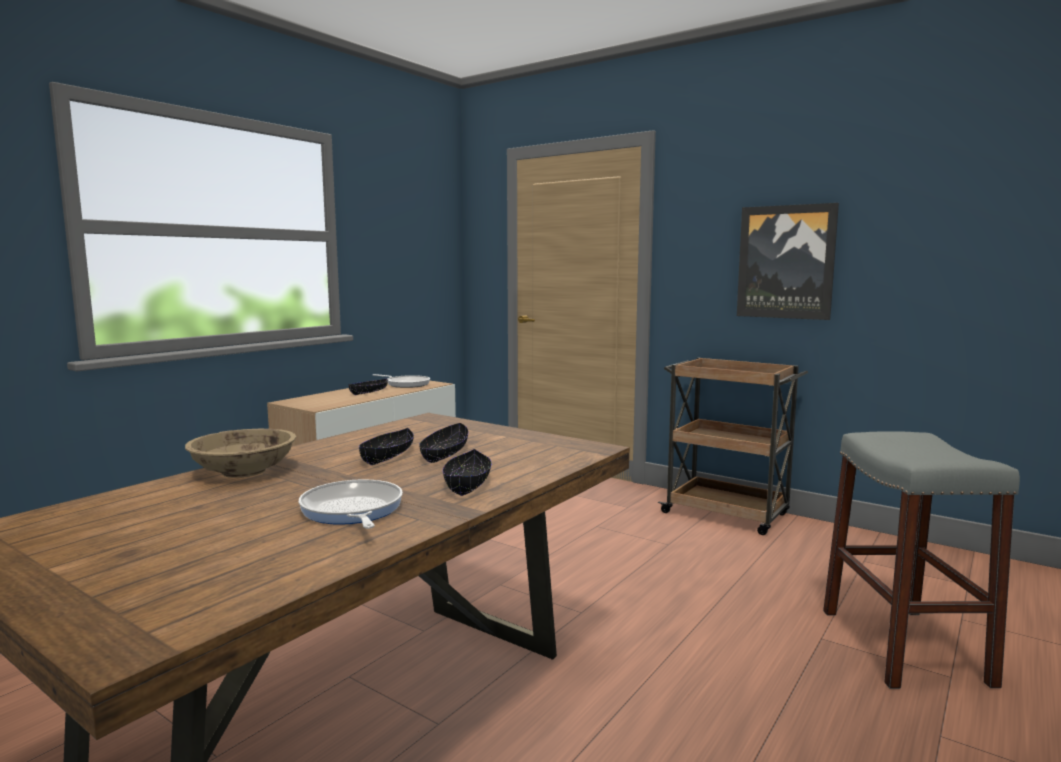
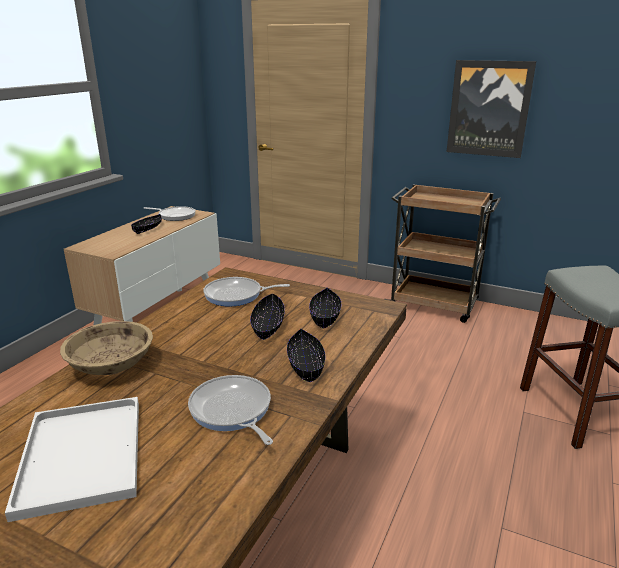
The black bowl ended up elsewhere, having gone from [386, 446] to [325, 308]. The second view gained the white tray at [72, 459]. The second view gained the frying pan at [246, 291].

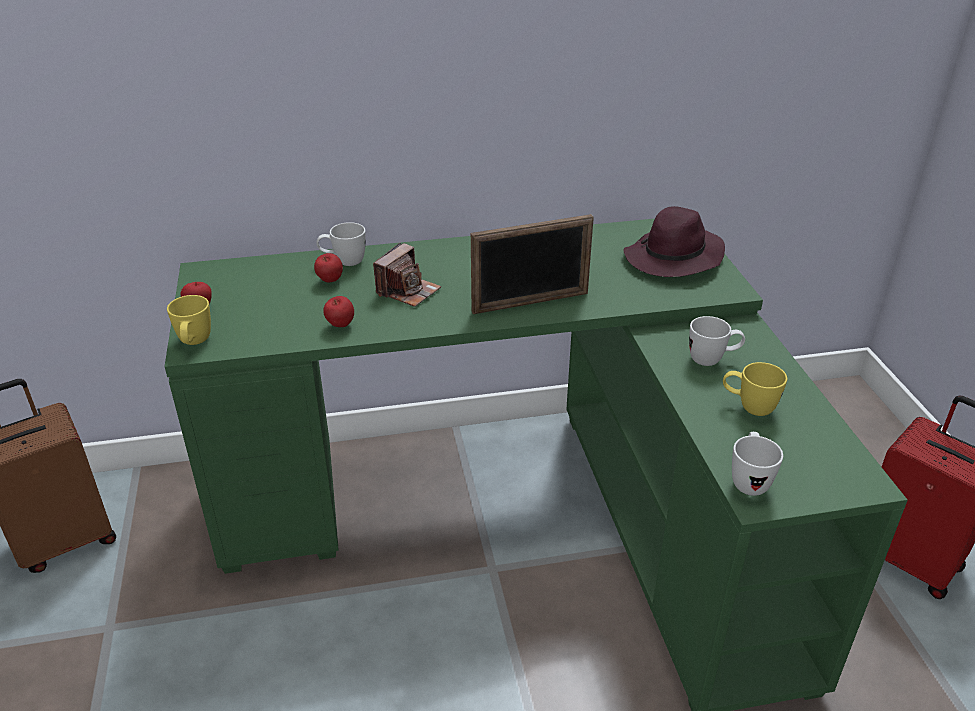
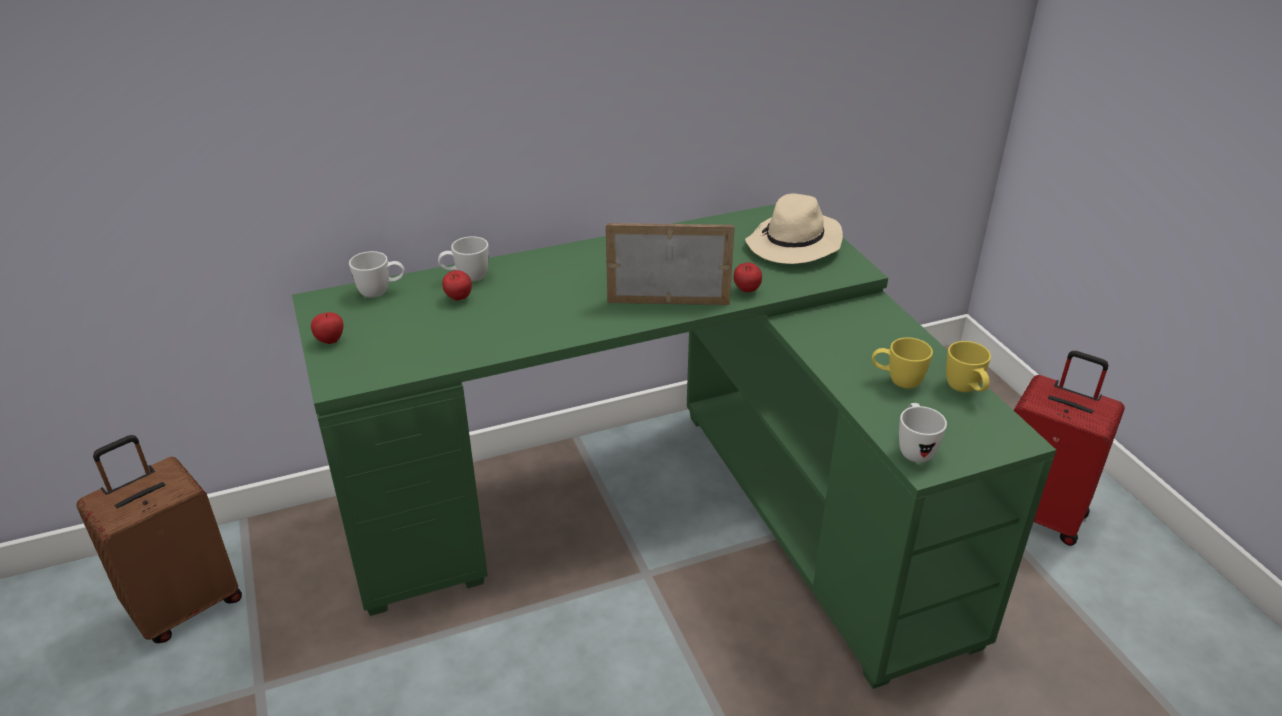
The yellow mug ended up elsewhere, having gone from [189, 320] to [968, 366]. The apple ended up elsewhere, having gone from [338, 311] to [748, 277]. The second view lost the photo camera at [407, 275]. The picture frame at [532, 264] ended up facing another way, 150 degrees counterclockwise from before. What was the purple hat at [674, 241] turned into the beige hat at [794, 228]. The white mug ended up elsewhere, having gone from [717, 341] to [377, 274].

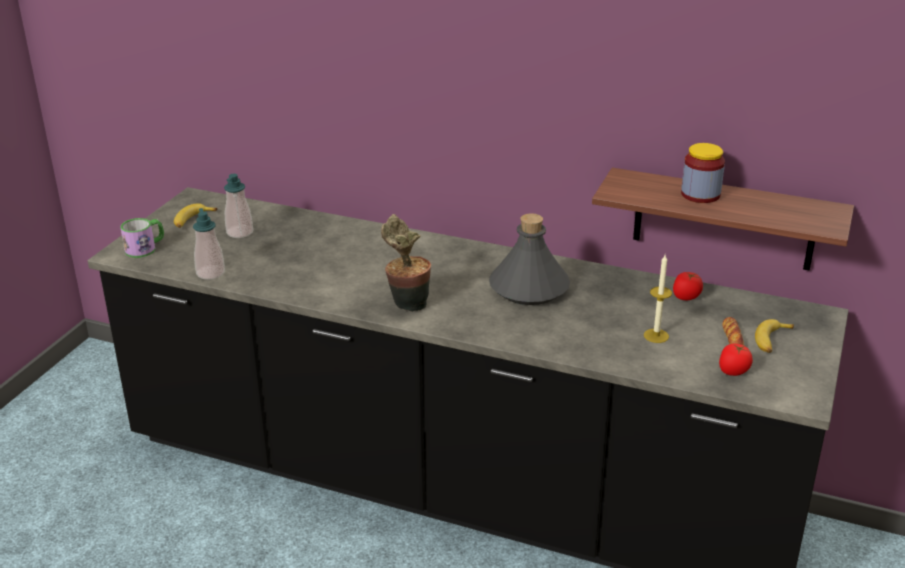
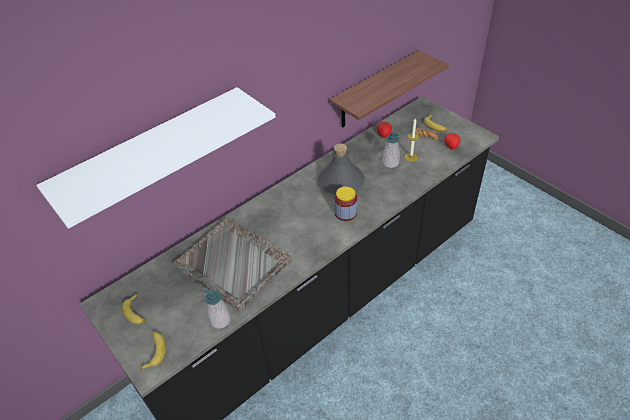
Where the mug stood at [142, 238], the banana came to stand at [153, 350]. The soap dispenser ended up elsewhere, having gone from [238, 206] to [391, 149]. The second view lost the potted plant at [406, 263]. The jar ended up elsewhere, having gone from [703, 173] to [345, 203]. The second view gained the white shelf at [156, 158]. The second view gained the grey tray at [232, 264].

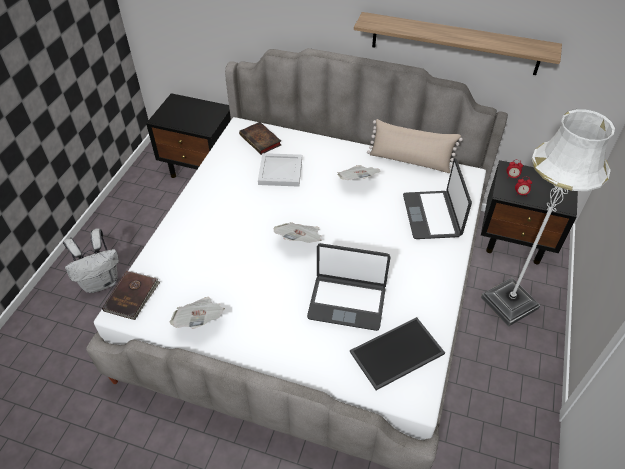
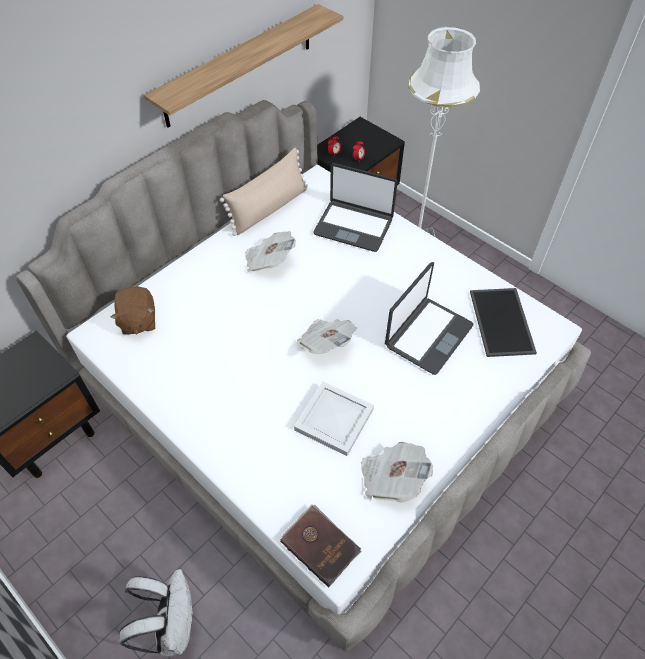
Where the book stood at [260, 138], the brown plush toy came to stand at [132, 310]. The white tray ended up elsewhere, having gone from [280, 170] to [334, 418].

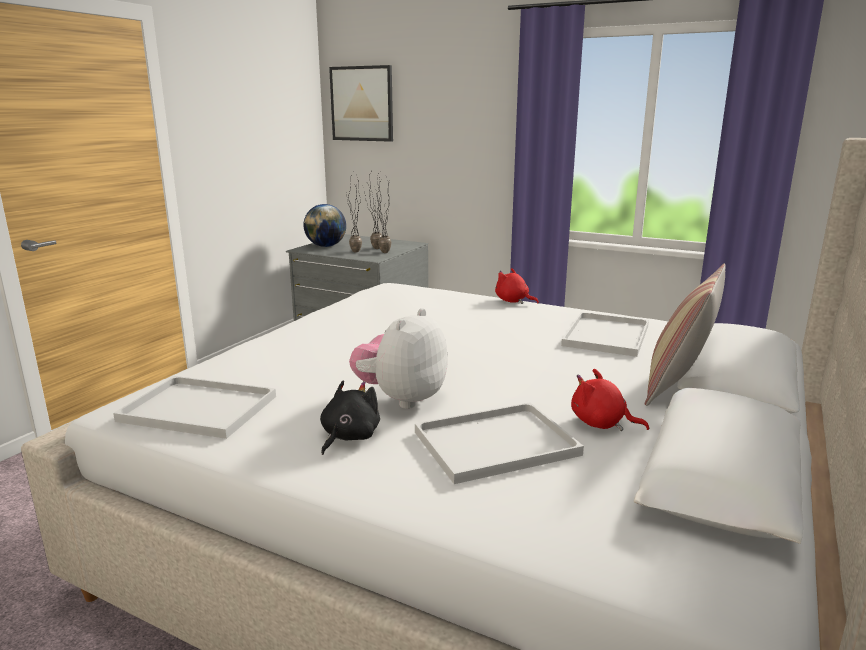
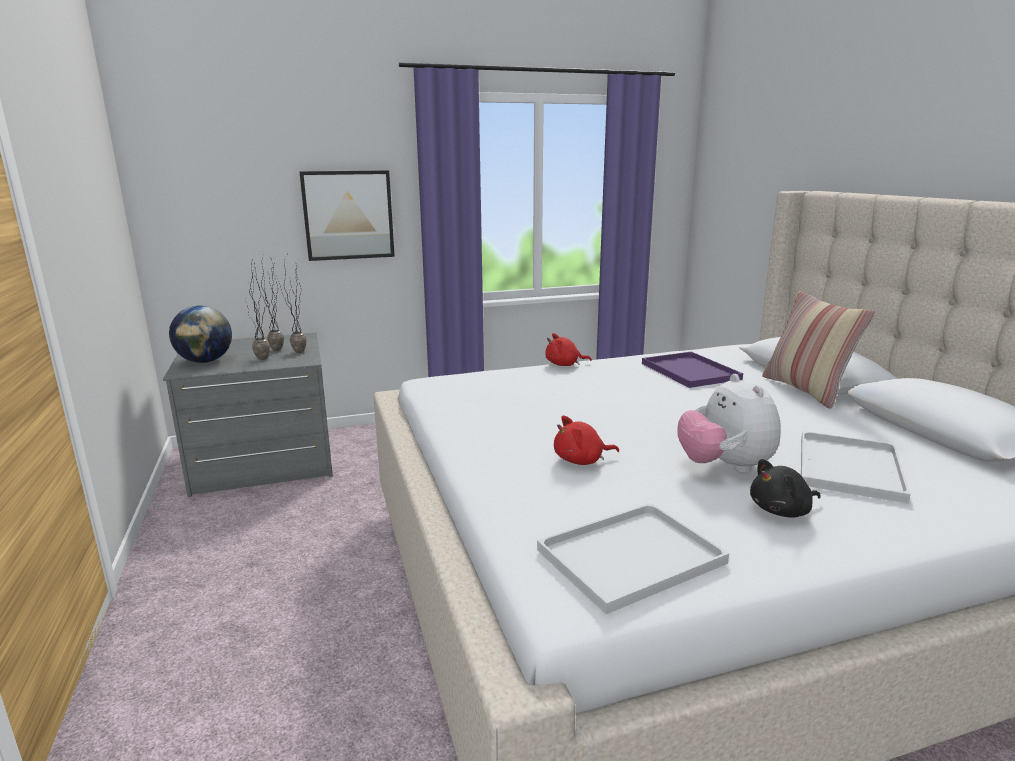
The black plush toy at [350, 418] ended up facing another way, 90 degrees counterclockwise from before. The picture ended up elsewhere, having gone from [361, 103] to [347, 215]. What was the white tray at [605, 334] turned into the purple tray at [692, 370]. The red plush toy ended up elsewhere, having gone from [610, 400] to [586, 440].

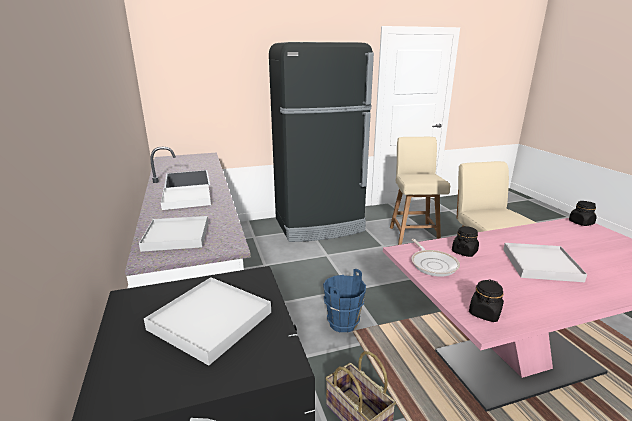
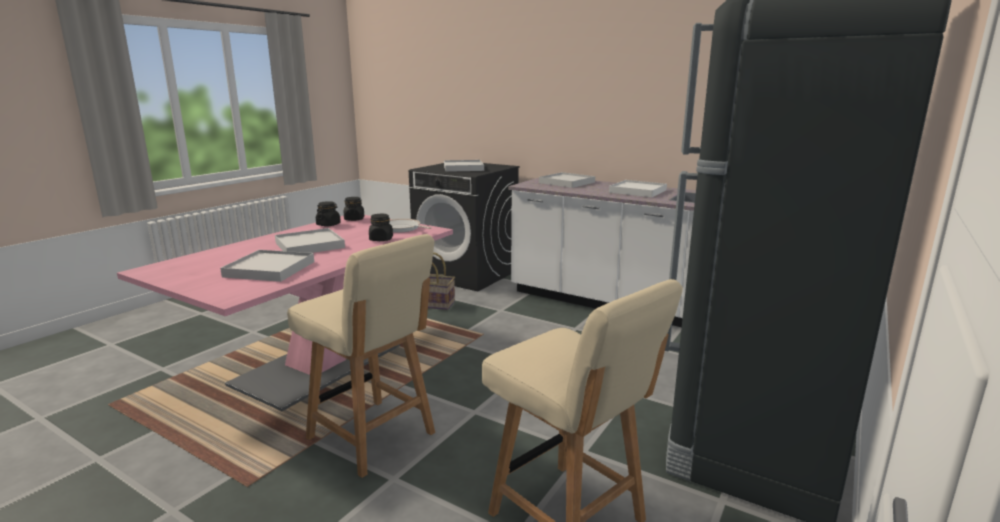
The second view lost the blue bucket at [344, 301]. The black jar ended up elsewhere, having gone from [583, 213] to [328, 213]. The second view gained the white tray at [267, 266].

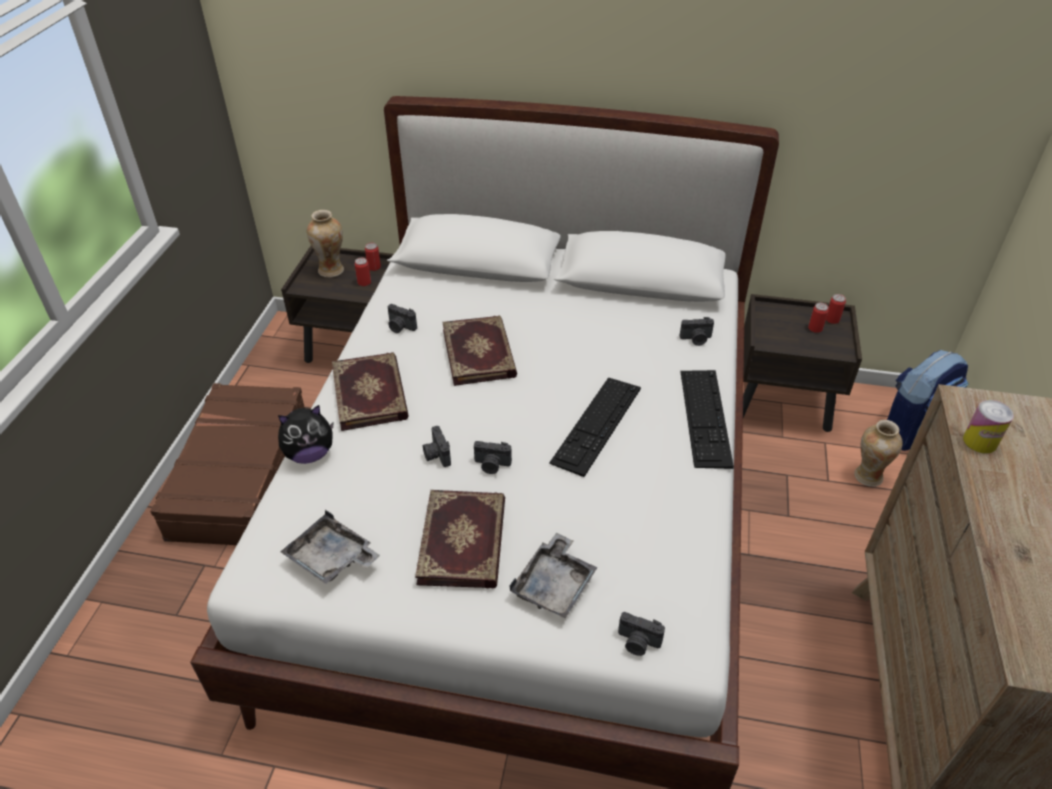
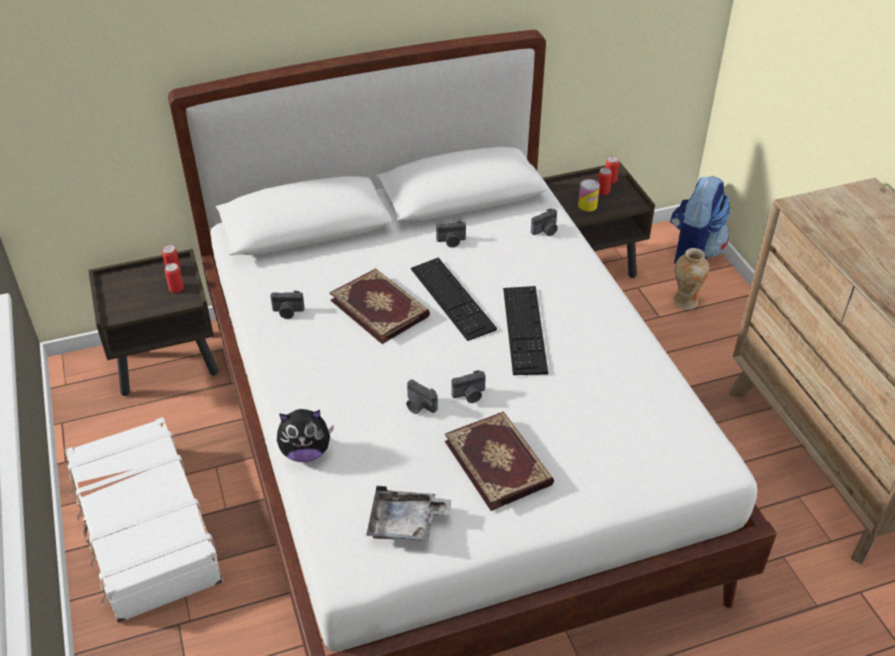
What was the brown suitcase at [227, 464] turned into the white suitcase at [144, 520]. The plush toy at [306, 434] ended up facing another way, 45 degrees clockwise from before. The second view lost the vase at [325, 243]. The second view lost the book at [370, 391]. The second view lost the grey tray at [553, 575]. The photo camera ended up elsewhere, having gone from [641, 634] to [451, 234]. The keyboard ended up elsewhere, having gone from [707, 419] to [454, 299]. The can ended up elsewhere, having gone from [988, 426] to [589, 195].

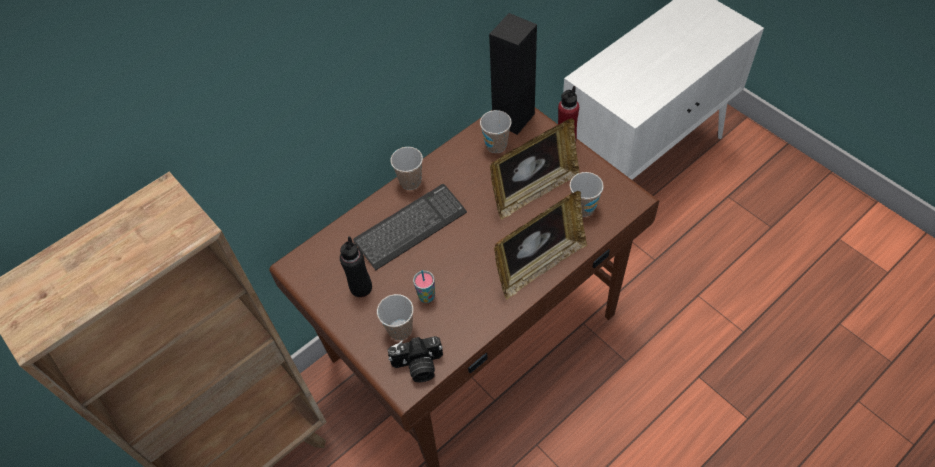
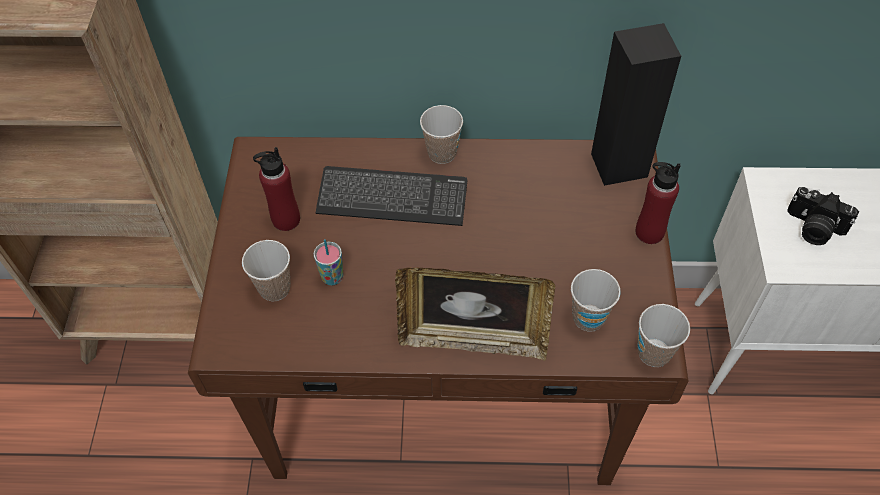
What was the black bottle at [356, 266] turned into the red bottle at [276, 189]. The photo camera ended up elsewhere, having gone from [415, 359] to [823, 216]. The cup ended up elsewhere, having gone from [495, 131] to [663, 335]. The second view lost the picture frame at [535, 169].

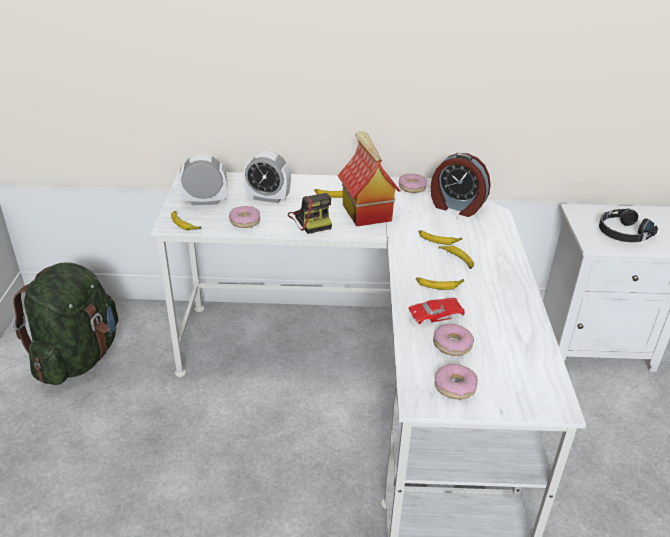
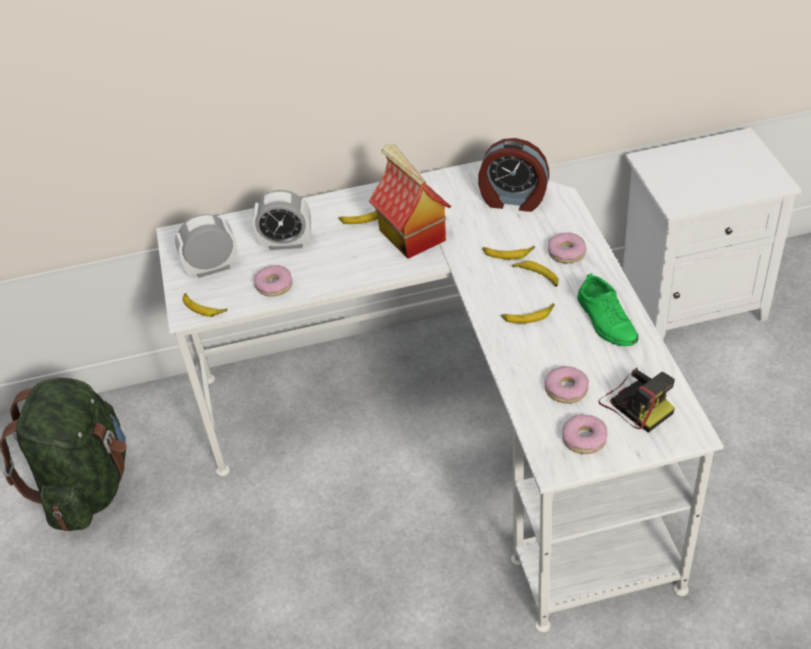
The photo camera ended up elsewhere, having gone from [310, 213] to [637, 400]. The donut ended up elsewhere, having gone from [413, 183] to [567, 248]. The second view lost the red toy car at [436, 311]. The second view lost the black headphones at [628, 225]. The second view gained the green shoe at [607, 309].

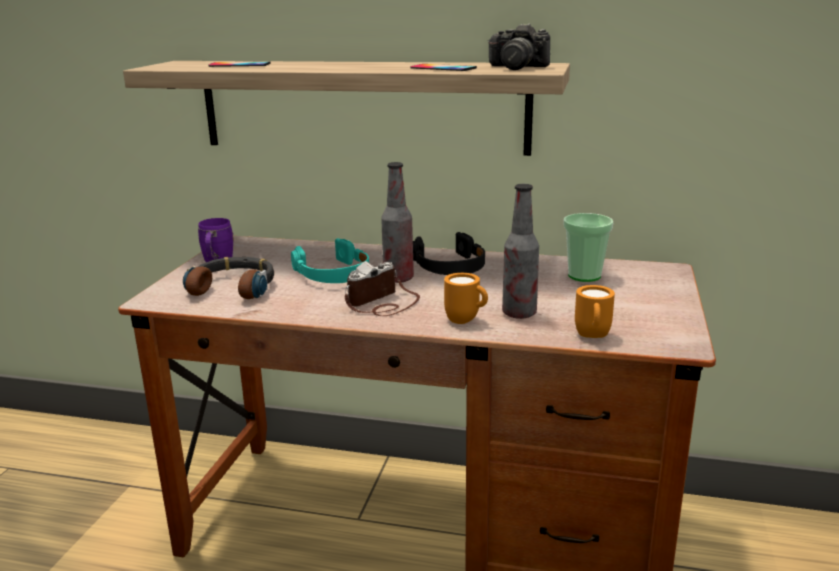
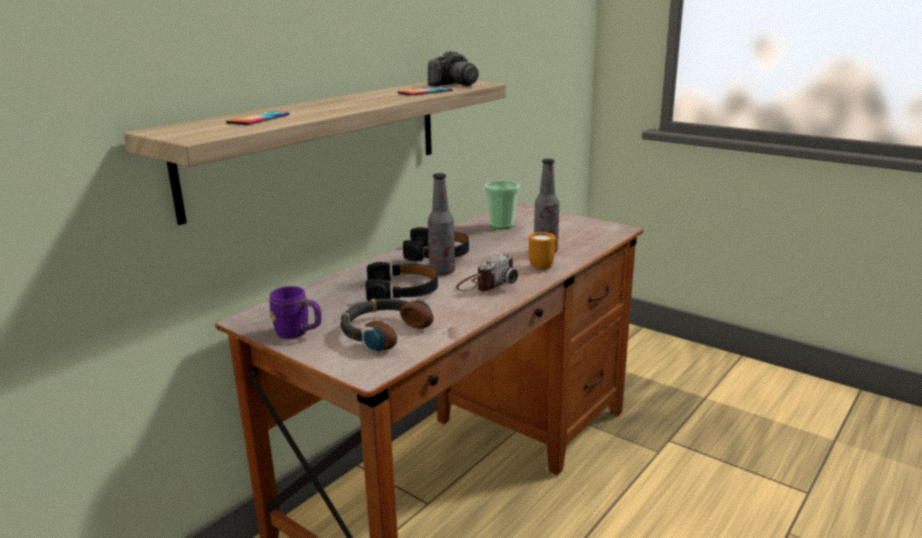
What was the turquoise headphones at [330, 260] turned into the black headphones at [401, 281]. The photo camera at [382, 288] ended up facing another way, 120 degrees counterclockwise from before. The second view lost the orange mug at [595, 311].

